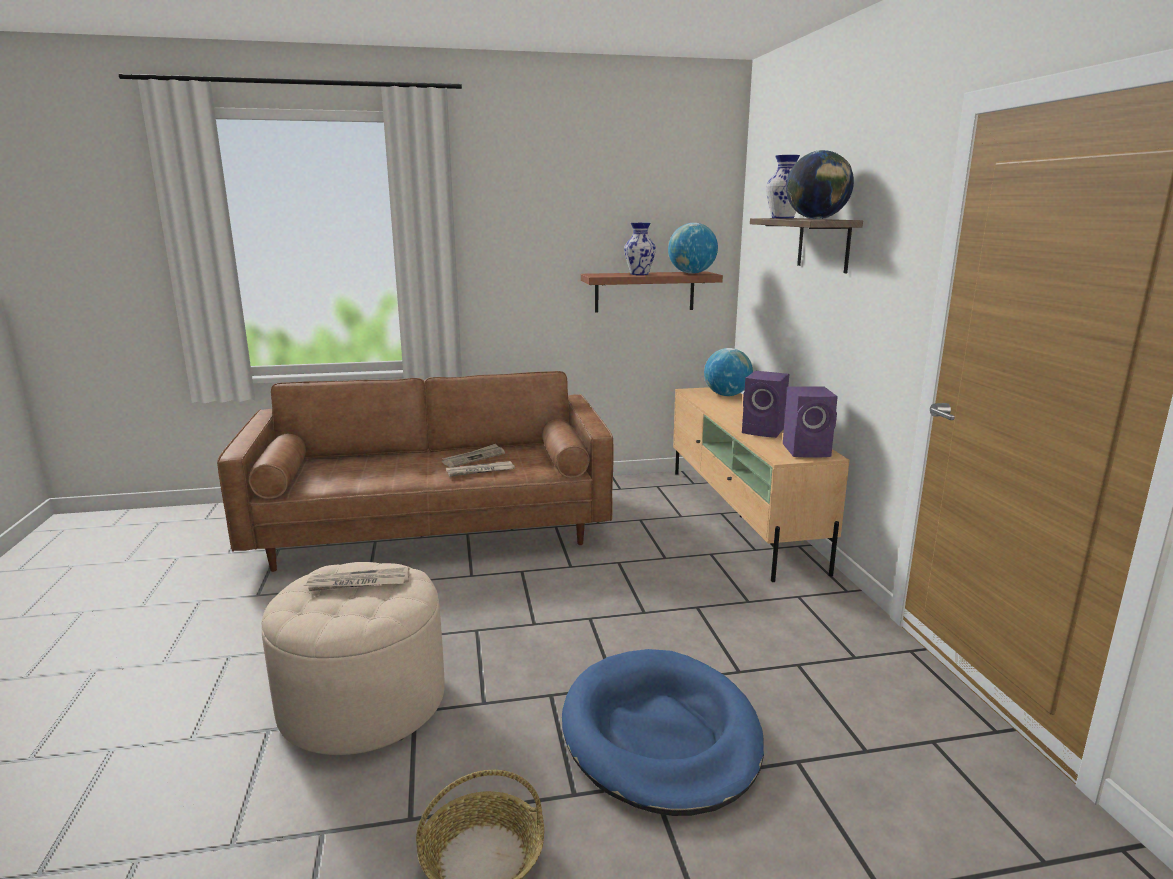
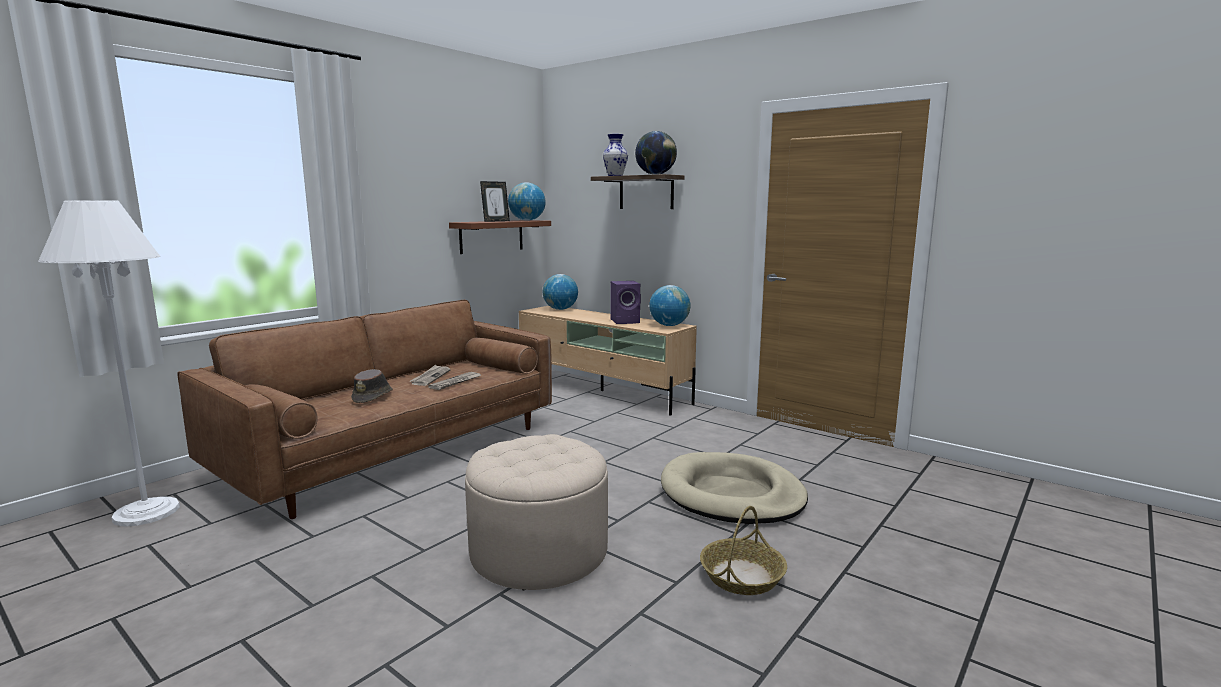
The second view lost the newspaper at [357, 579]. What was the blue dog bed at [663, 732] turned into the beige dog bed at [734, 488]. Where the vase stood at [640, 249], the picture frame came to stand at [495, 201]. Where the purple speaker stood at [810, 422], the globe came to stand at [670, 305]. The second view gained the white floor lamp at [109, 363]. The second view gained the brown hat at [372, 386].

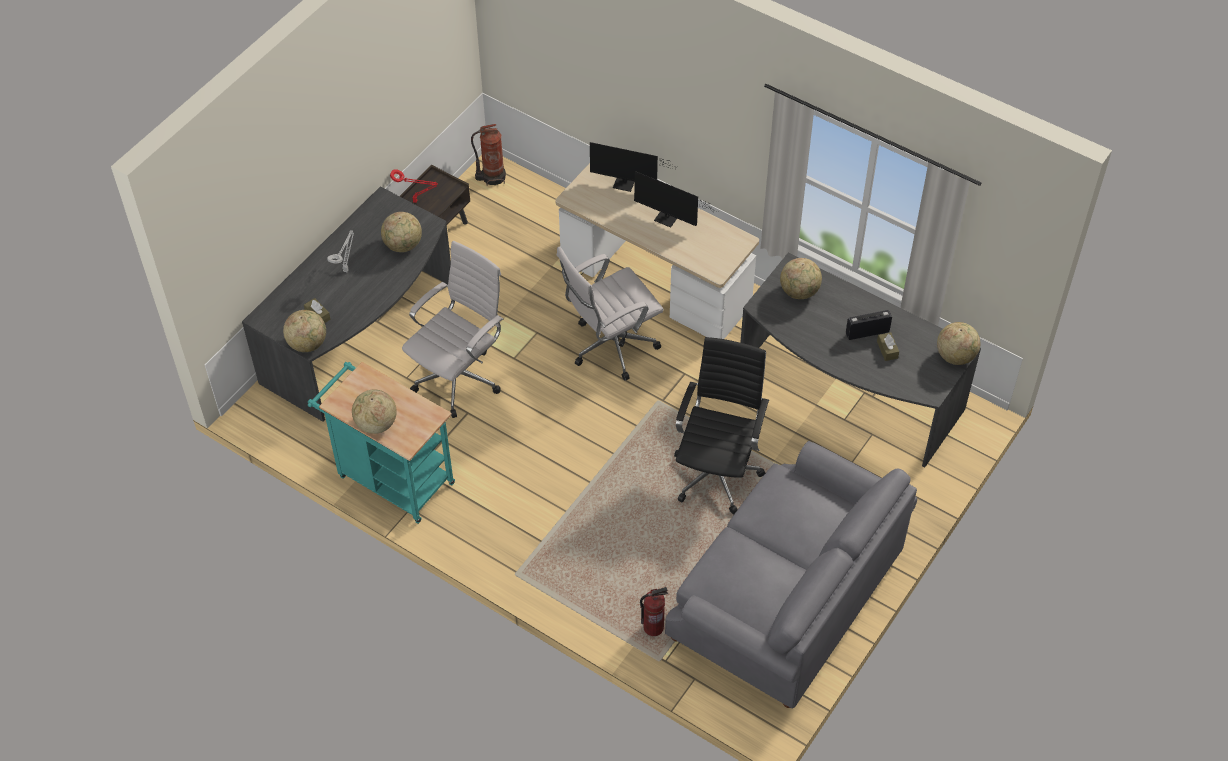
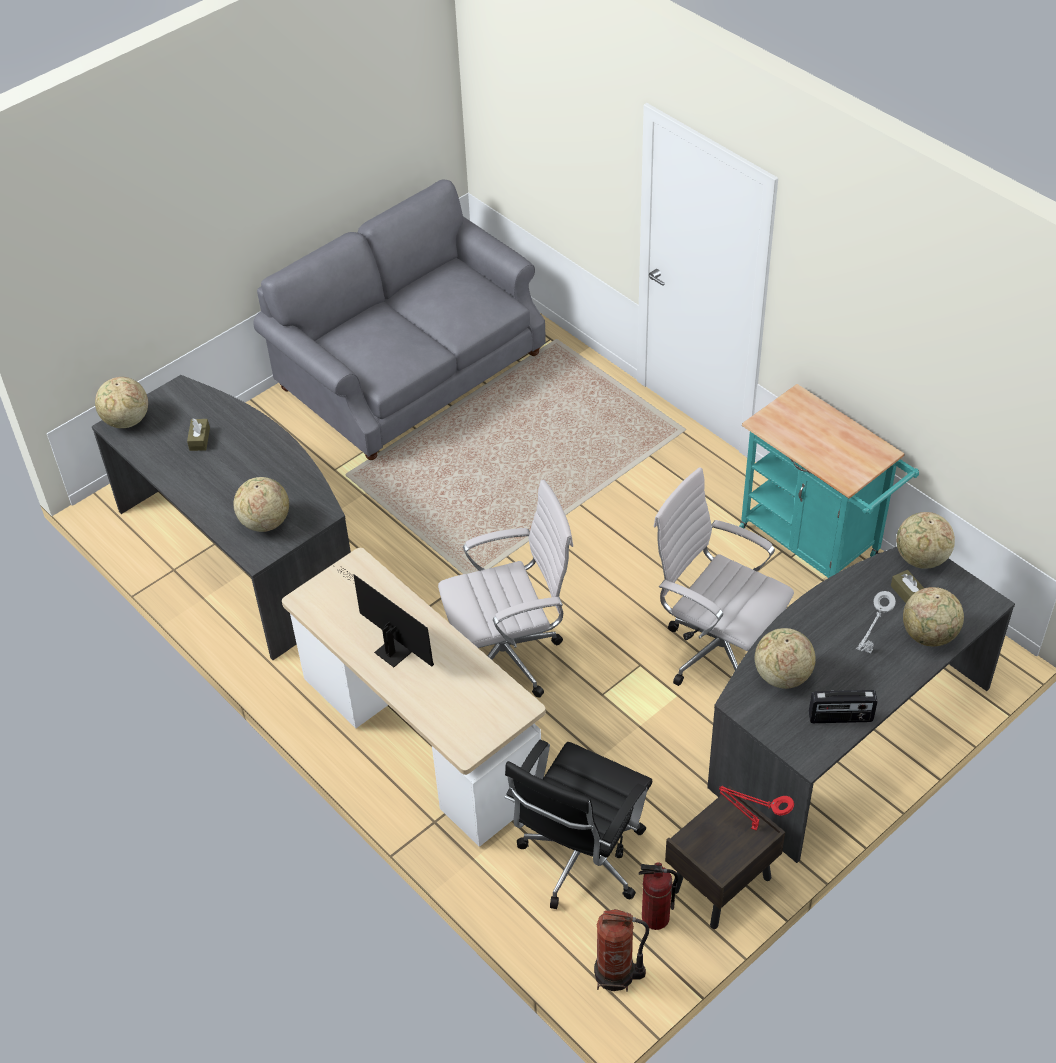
The globe ended up elsewhere, having gone from [374, 411] to [933, 616]. The white office chair at [452, 329] ended up facing another way, 75 degrees clockwise from before. The second view lost the monitor at [632, 167]. The fire extinguisher ended up elsewhere, having gone from [654, 611] to [658, 896]. The black office chair ended up elsewhere, having gone from [721, 425] to [578, 824]. The radio ended up elsewhere, having gone from [869, 325] to [843, 706].

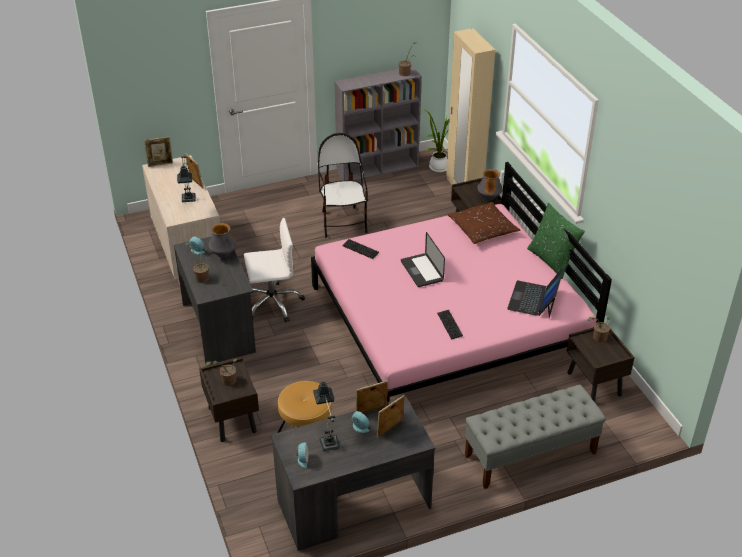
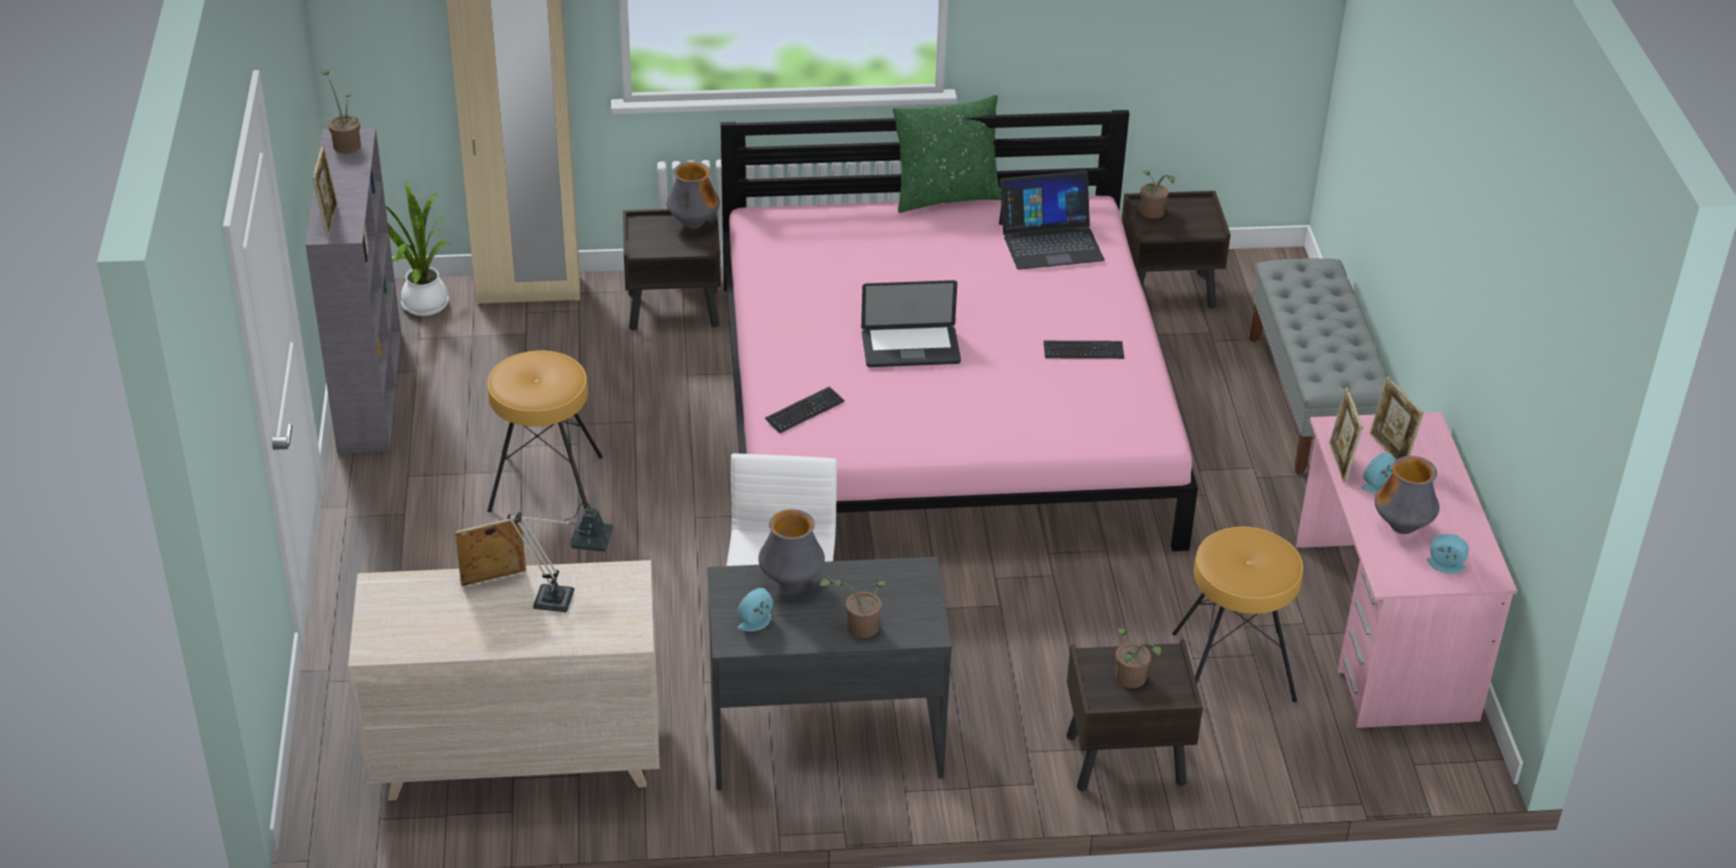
The picture frame ended up elsewhere, having gone from [158, 152] to [325, 191]. What was the grey desk at [353, 474] turned into the pink desk at [1406, 570]. Where the table lamp stood at [326, 416], the vase came to stand at [1406, 495]. Where the chair stood at [343, 185], the brown stool came to stand at [545, 431]. The second view lost the brown pillow at [483, 223]. The laptop at [535, 293] ended up facing another way, 45 degrees counterclockwise from before.

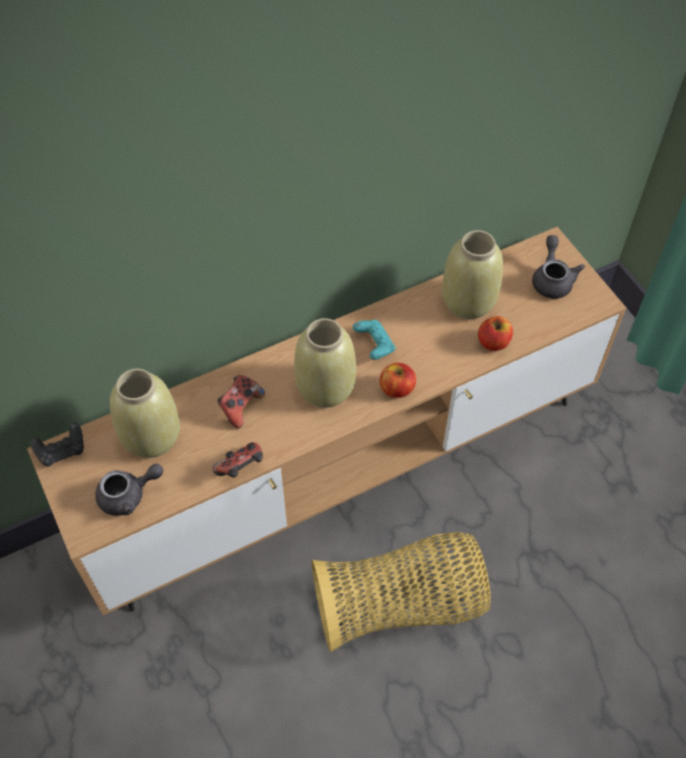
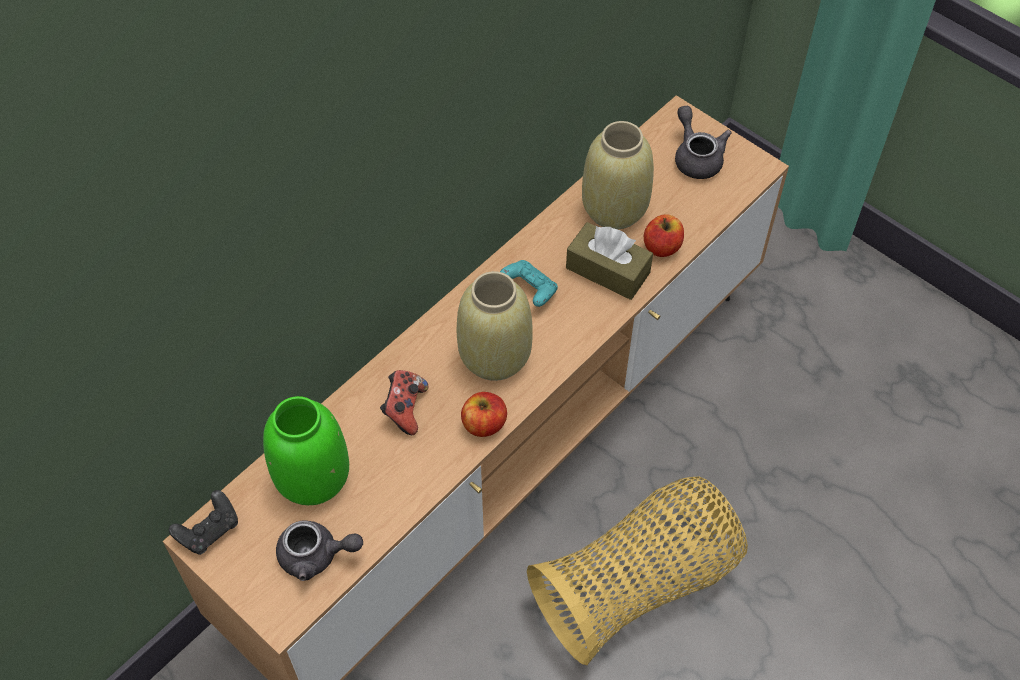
The grey teapot at [129, 490] ended up facing another way, 45 degrees clockwise from before. What was the beige vase at [145, 413] turned into the green vase at [306, 450]. The second view lost the game controller at [237, 460]. The apple ended up elsewhere, having gone from [398, 380] to [484, 414]. The second view gained the brown tissue box at [609, 261].

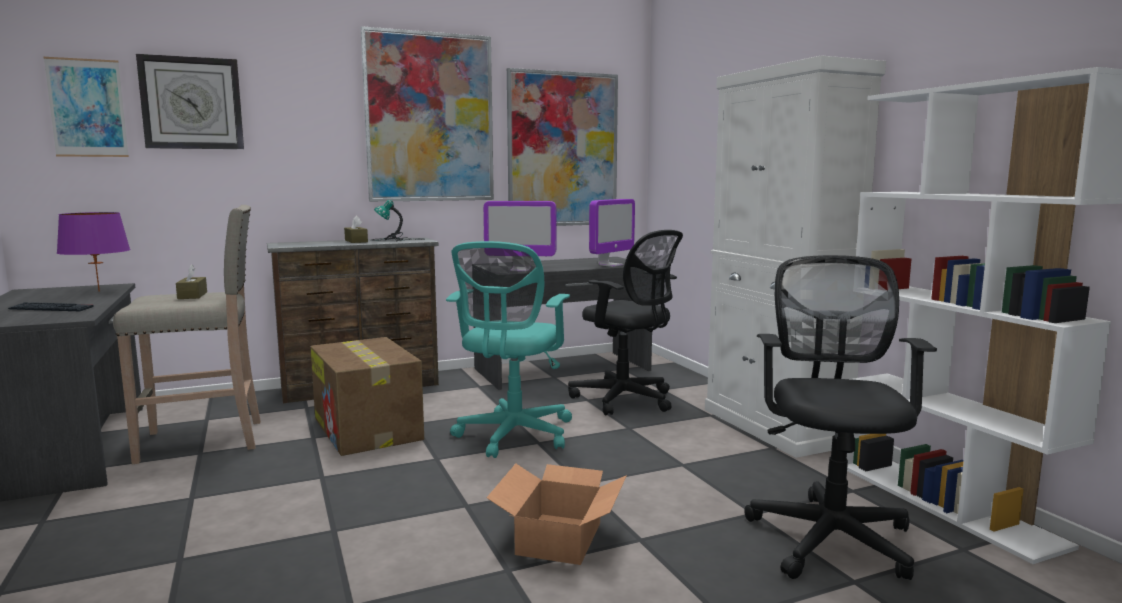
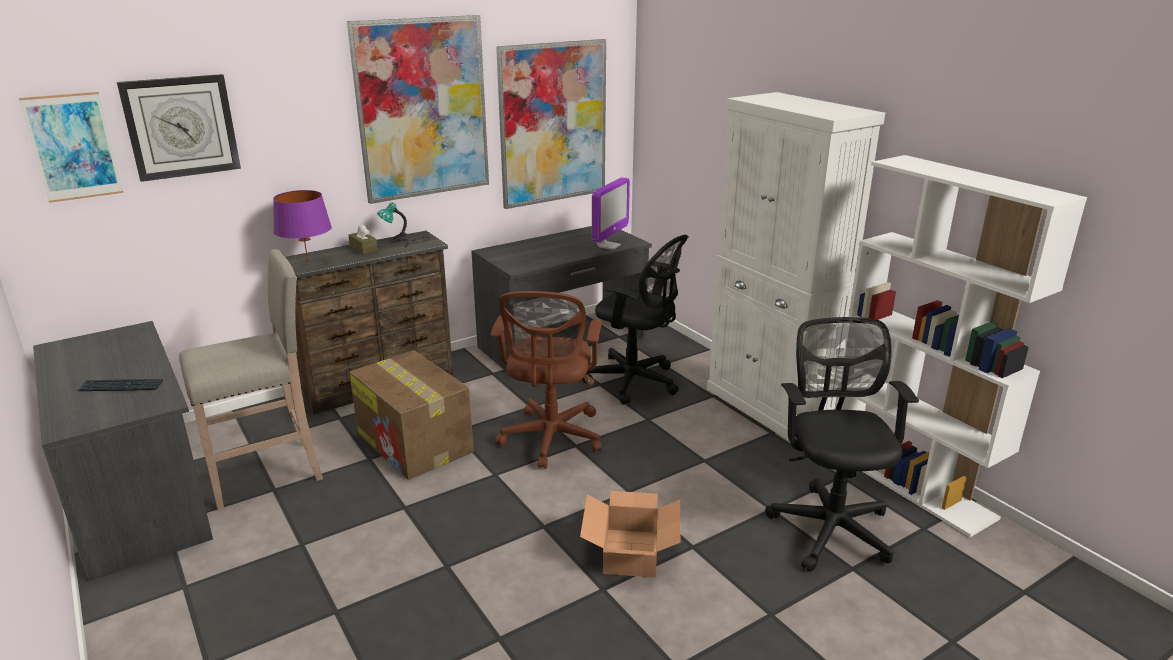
The purple table lamp ended up elsewhere, having gone from [93, 252] to [302, 227]. The second view lost the brown tissue box at [191, 281]. What was the turquoise office chair at [509, 349] turned into the brown office chair at [546, 380]. The second view lost the monitor at [519, 236].

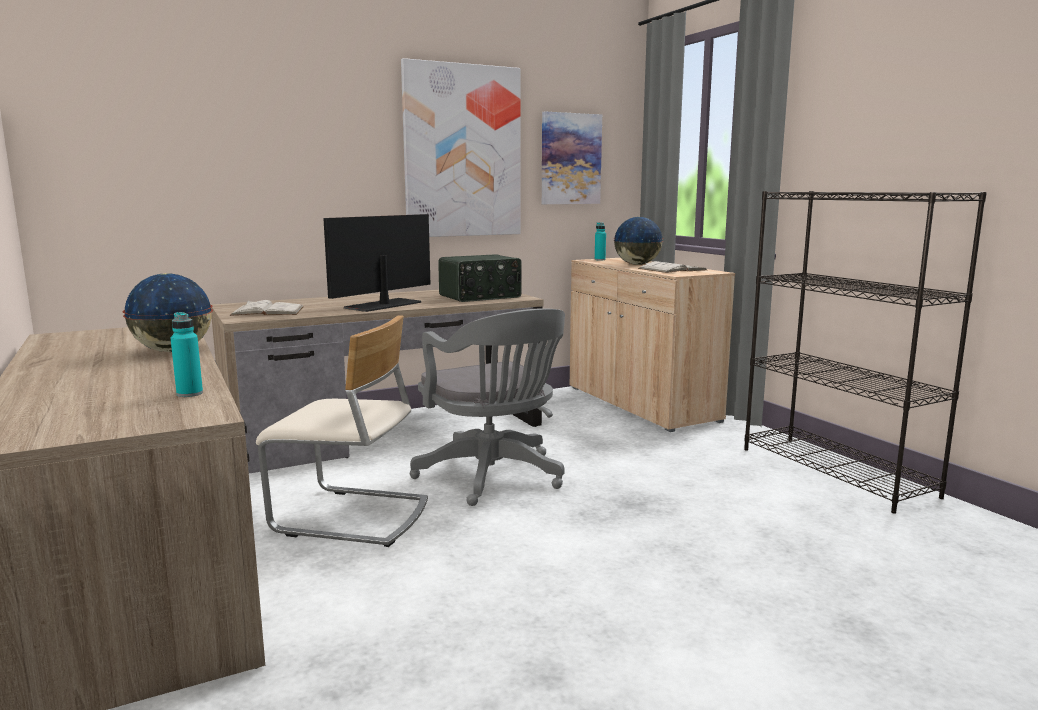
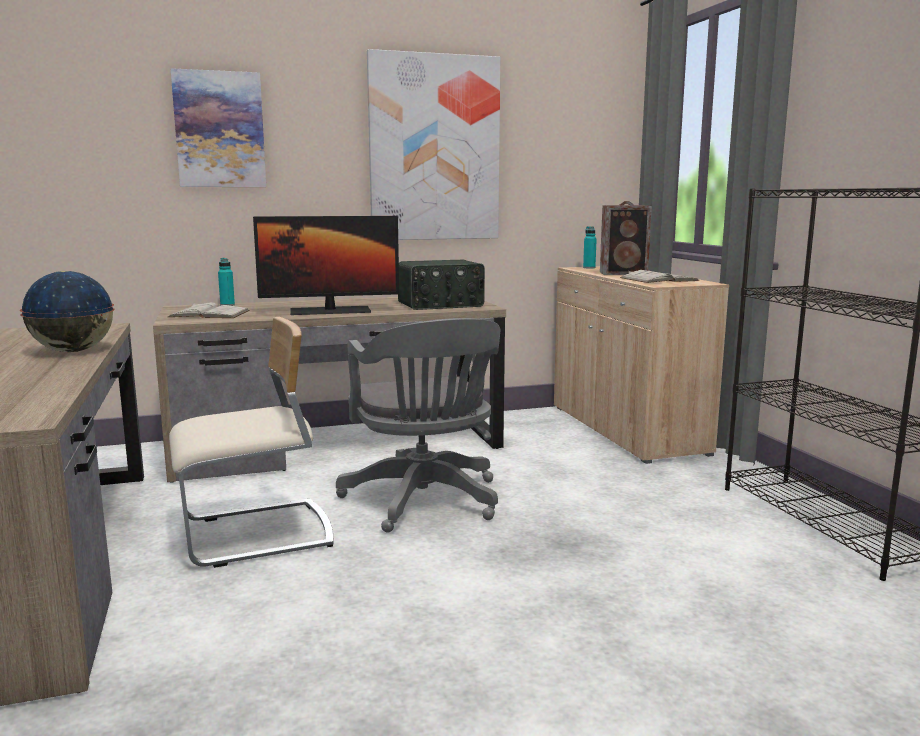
The turquoise bottle ended up elsewhere, having gone from [187, 354] to [226, 282]. The beige chair at [342, 431] ended up facing another way, 45 degrees counterclockwise from before. The monitor at [377, 263] ended up facing another way, 150 degrees counterclockwise from before. The picture ended up elsewhere, having gone from [572, 158] to [218, 127]. Where the globe stood at [638, 241], the speaker came to stand at [626, 238].

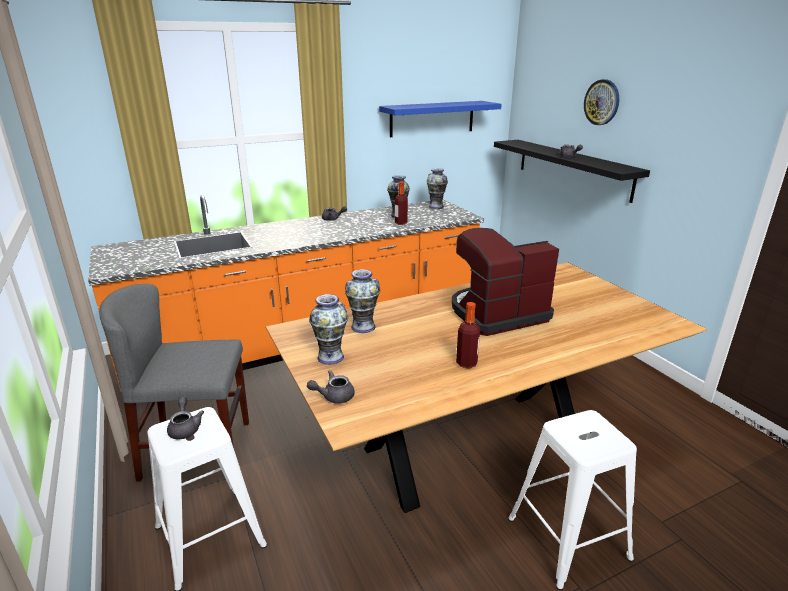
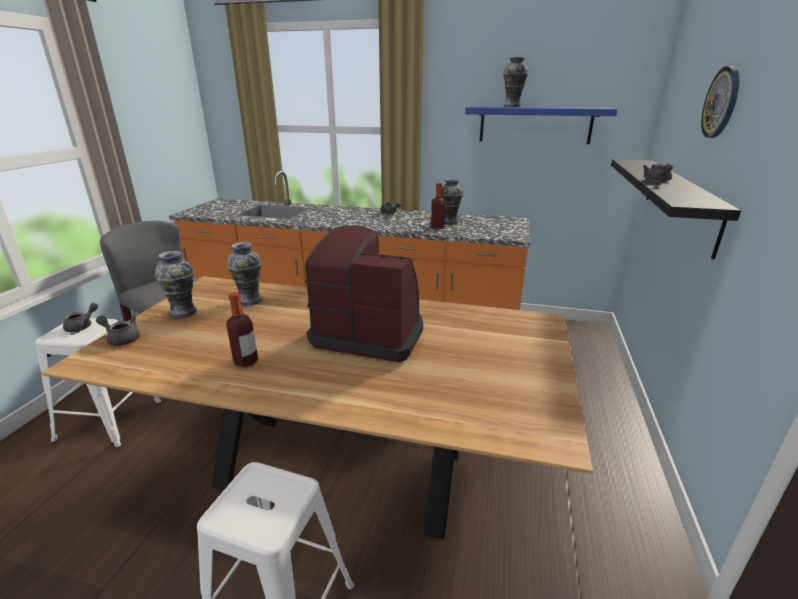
The vase ended up elsewhere, having gone from [437, 188] to [515, 82].

